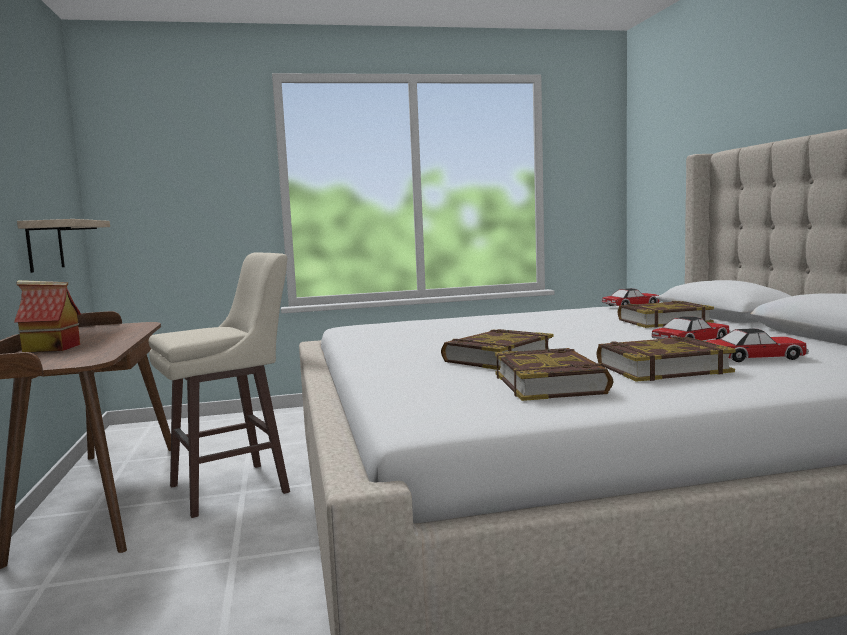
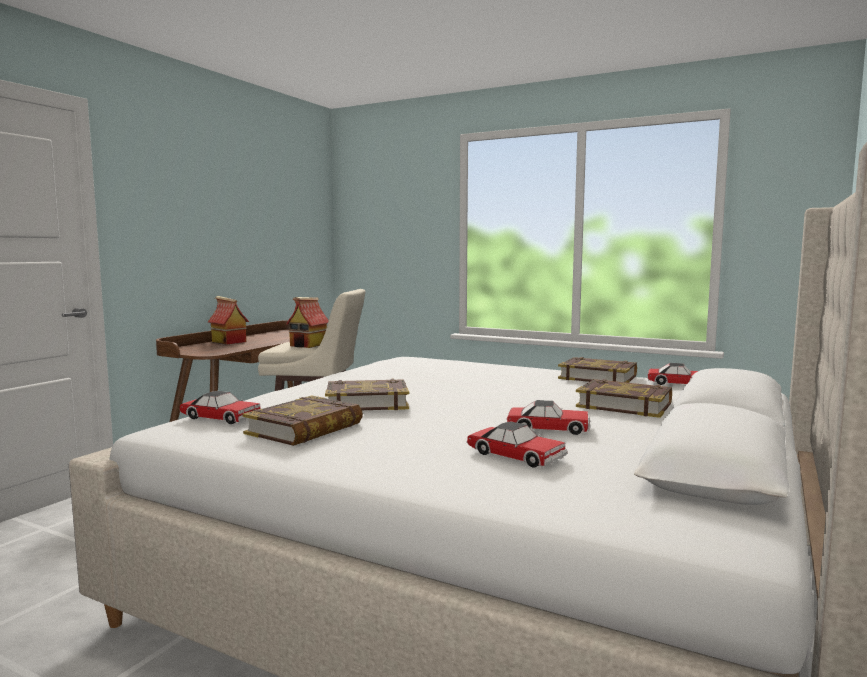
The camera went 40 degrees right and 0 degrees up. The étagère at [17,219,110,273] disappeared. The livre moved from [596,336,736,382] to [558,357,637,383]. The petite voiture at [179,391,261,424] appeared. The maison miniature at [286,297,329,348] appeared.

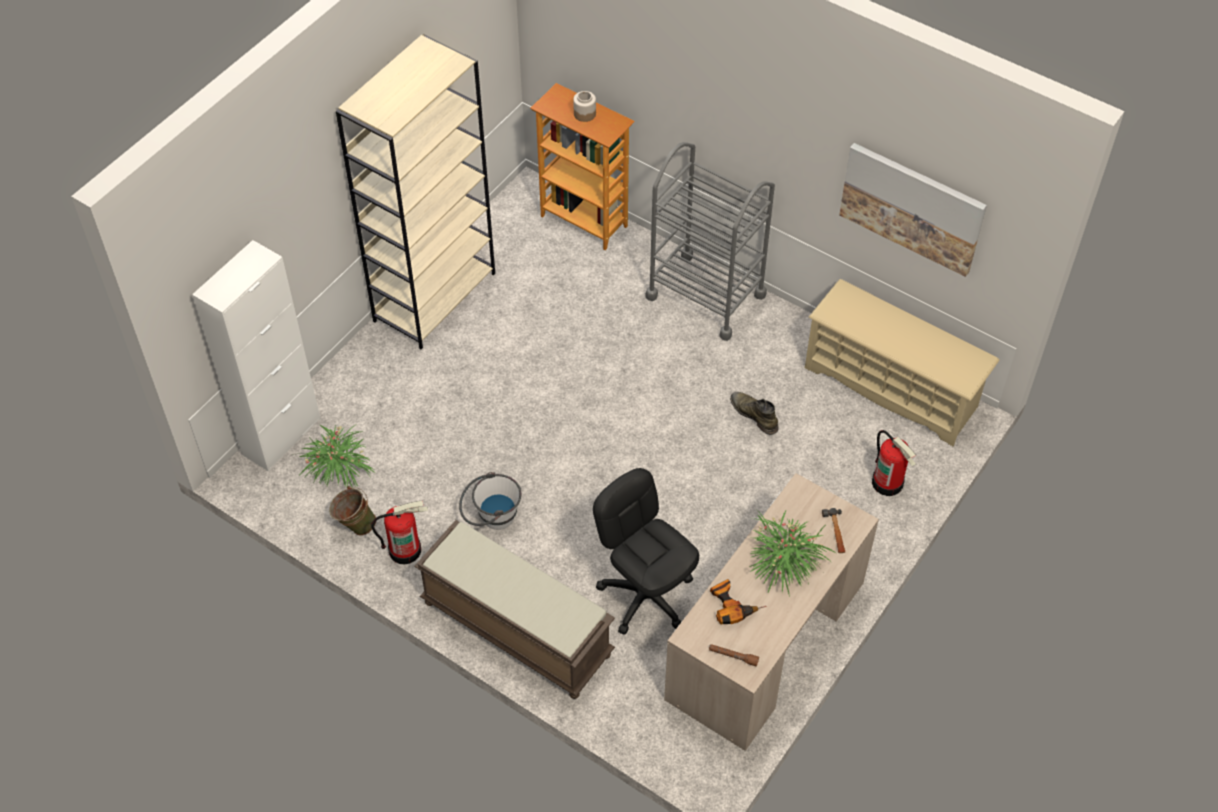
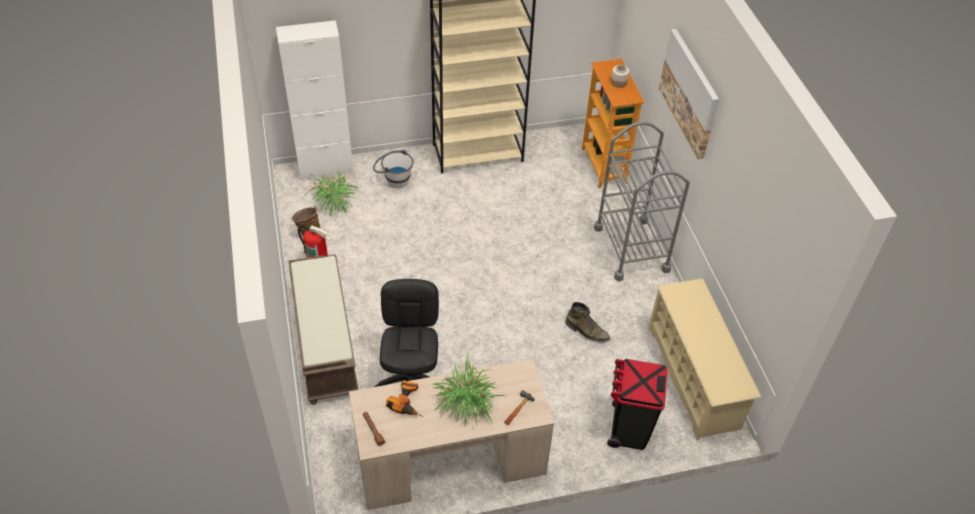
The camera went 40 degrees right and 5 degrees down. The seau/blanc moved from [459,472,521,530] to [373,149,413,188]. The botte/vert at [730,392,779,435] turned 120 degrees clockwise. The tableau moved from [839,143,987,277] to [659,29,719,159]. The extincteur at [872,430,916,496] was replaced by the poubelle/noir at [607,359,668,450].

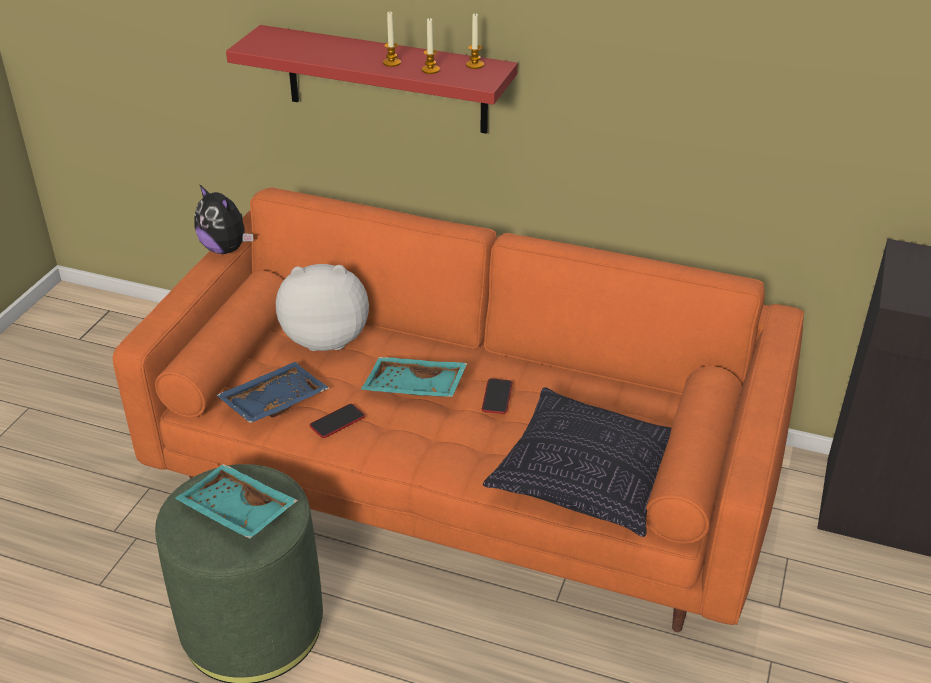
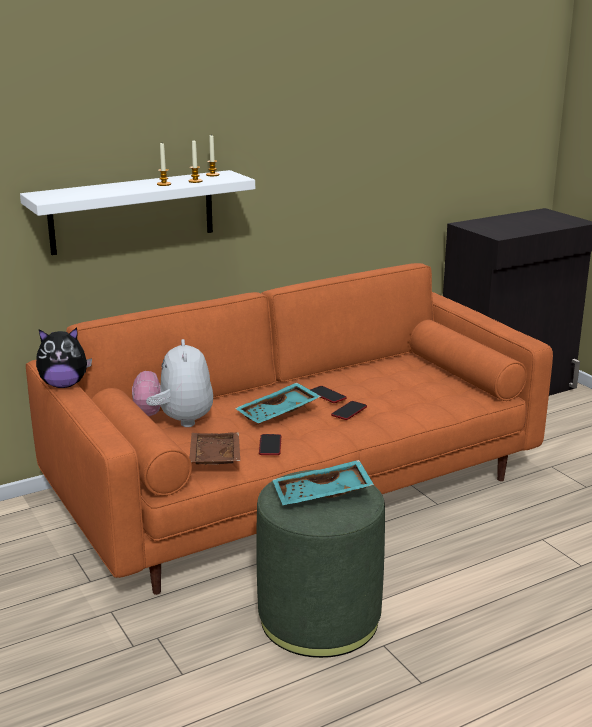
The camera went 50 degrees left and 15 degrees down. The plateau/bleu at [216,362,329,423] became the plateau/marron at [190,433,240,465]. The étagère/rouge at [226,25,518,134] became the étagère/blanc at [20,170,255,255]. The peluche at [276,264,369,351] turned 45 degrees counterclockwise. The coussin at [483,387,671,537] disappeared. The téléphone at [331,401,367,420] appeared.

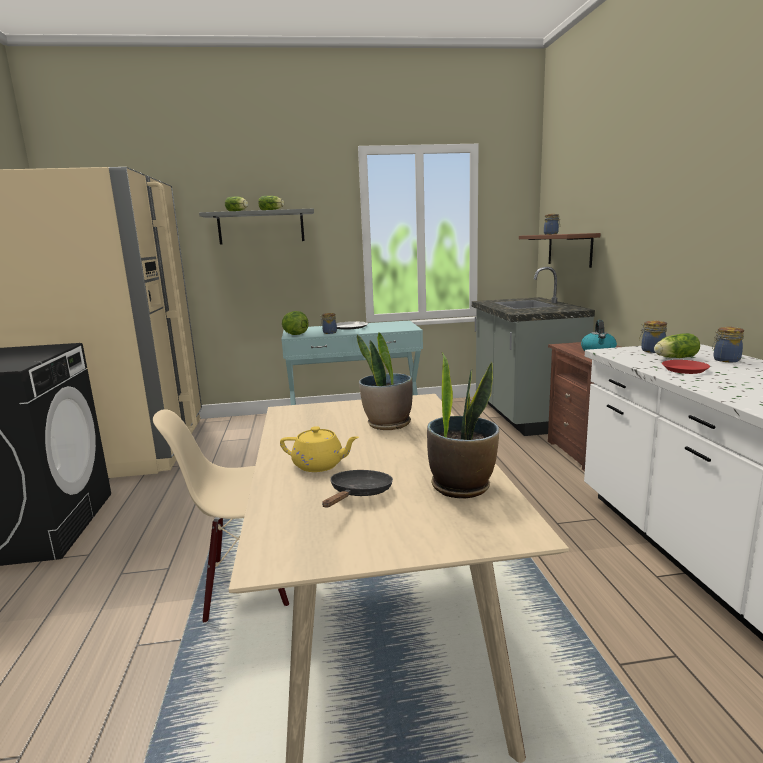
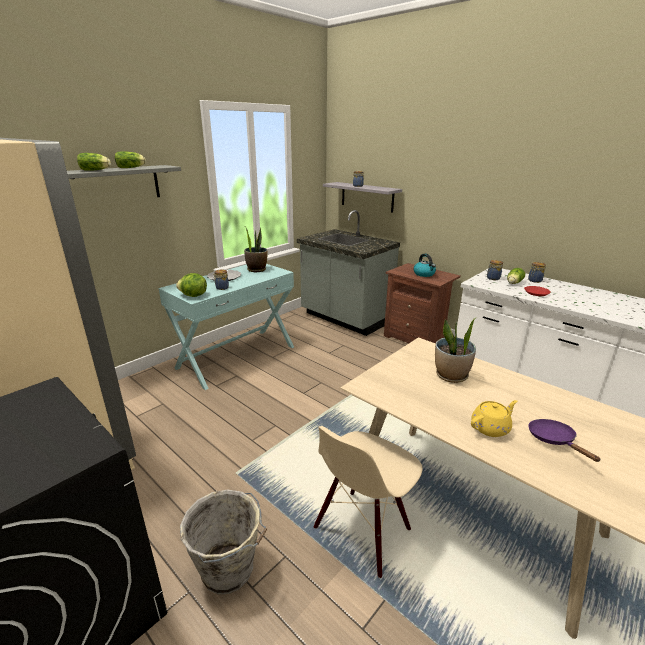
The camera went 40 degrees left and 10 degrees up. The poêle/noir at [322,470,393,508] became the poêle/violet at [528,419,601,462]. The plante en pot moved from [427,353,500,498] to [244,227,268,272]. The étagère/marron at [519,233,601,268] became the étagère/gris at [323,182,402,213]. The seau/gris at [180,489,267,594] appeared.

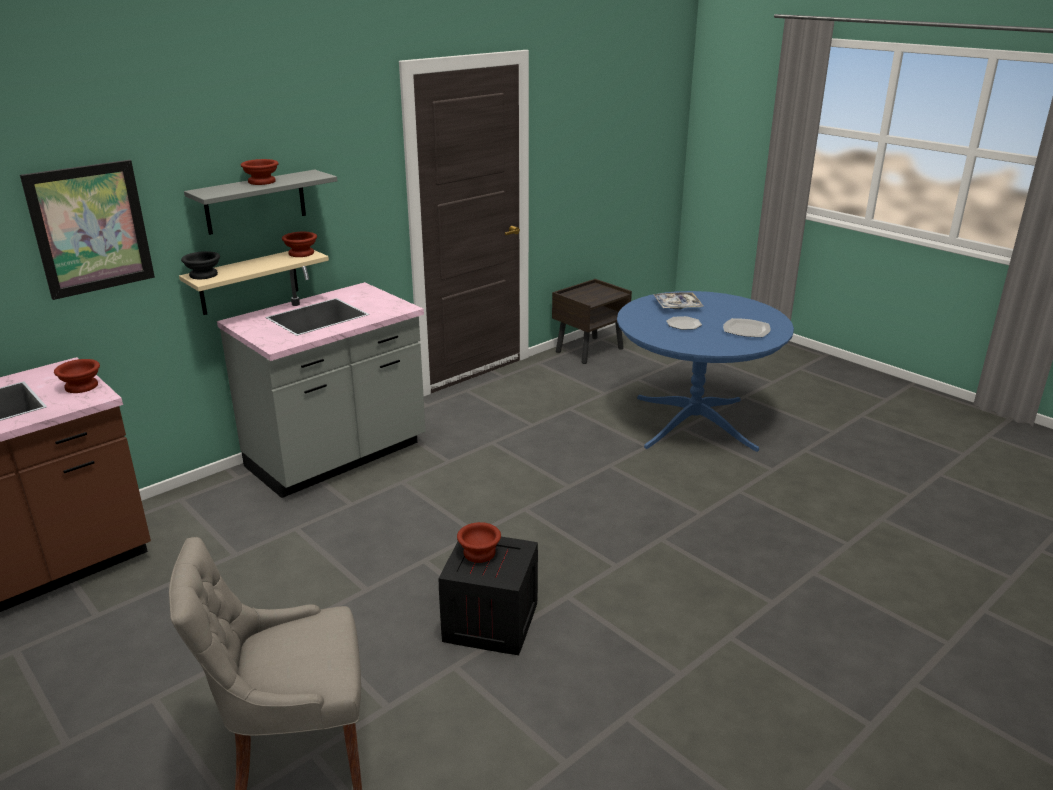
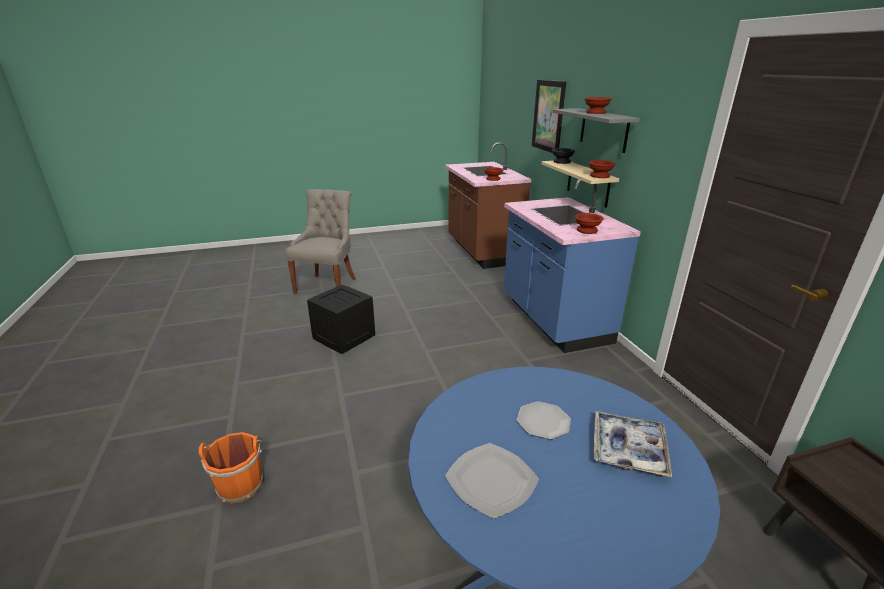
The camera went 115 degrees right and 0 degrees up. The comptoir de cuisine/gris at [217,266,426,498] became the comptoir de cuisine/bleu at [504,179,641,353]. The bol/marron moved from [457,522,501,563] to [575,213,604,234]. The seau/orange at [199,432,263,504] appeared.

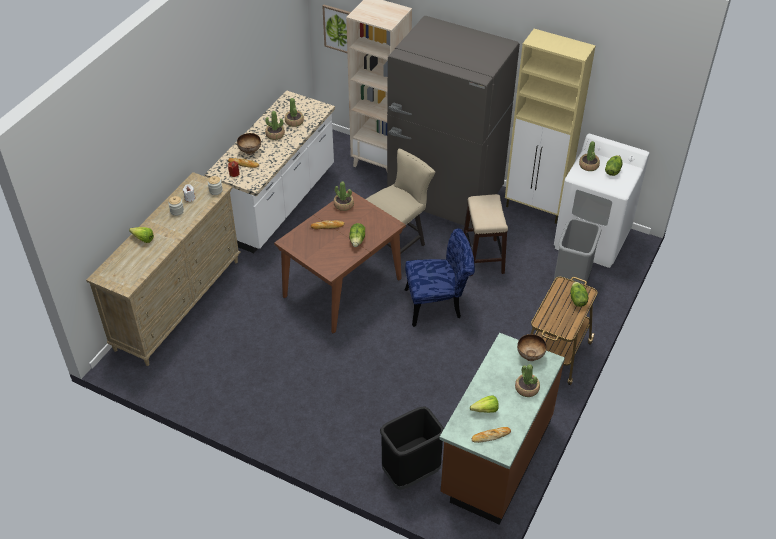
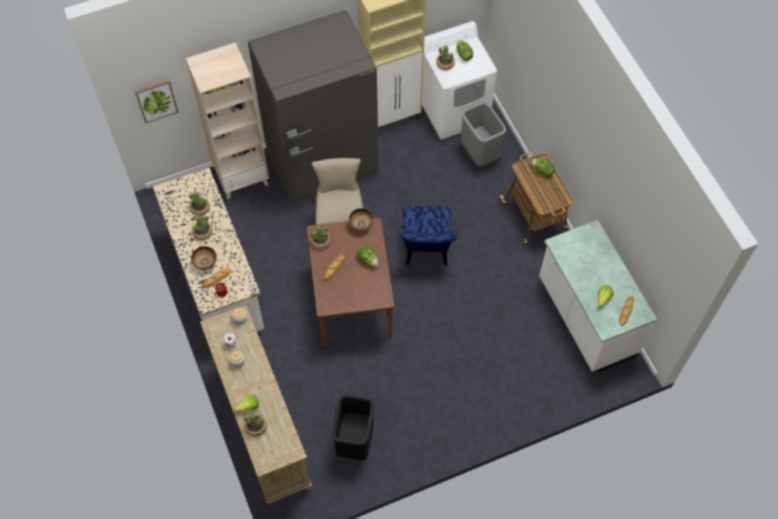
The camera went 50 degrees left and 15 degrees up. The poubelle/noir moved from [380,406,444,490] to [332,395,374,462]. The chaise/bleu at [404,228,475,327] turned 150 degrees clockwise. The comptoir de cuisine/marron at [439,333,565,525] became the comptoir de cuisine/blanc at [539,220,657,372]. The tabouret at [464,194,508,276] disappeared. The plante en pot moved from [515,365,540,397] to [243,414,267,437]. The bol moved from [517,334,547,361] to [349,208,373,231].

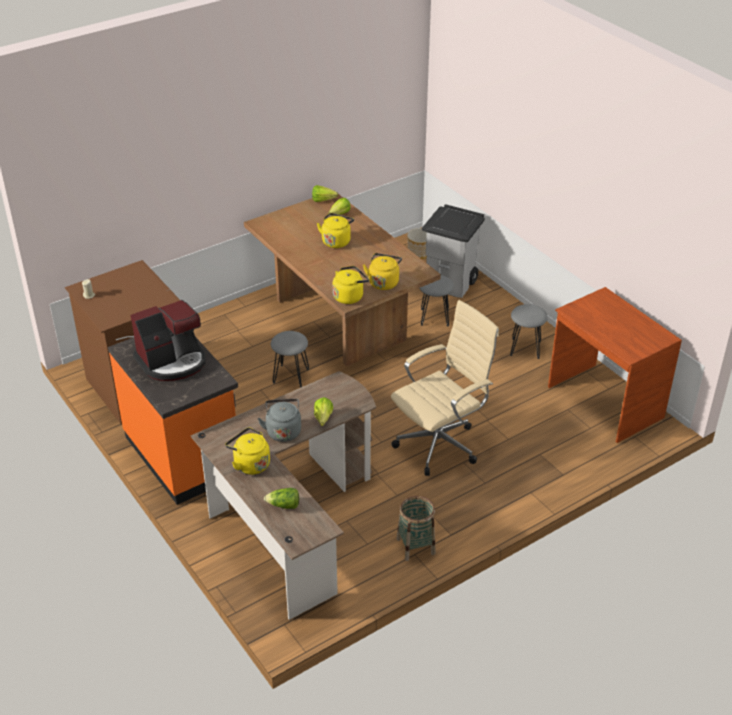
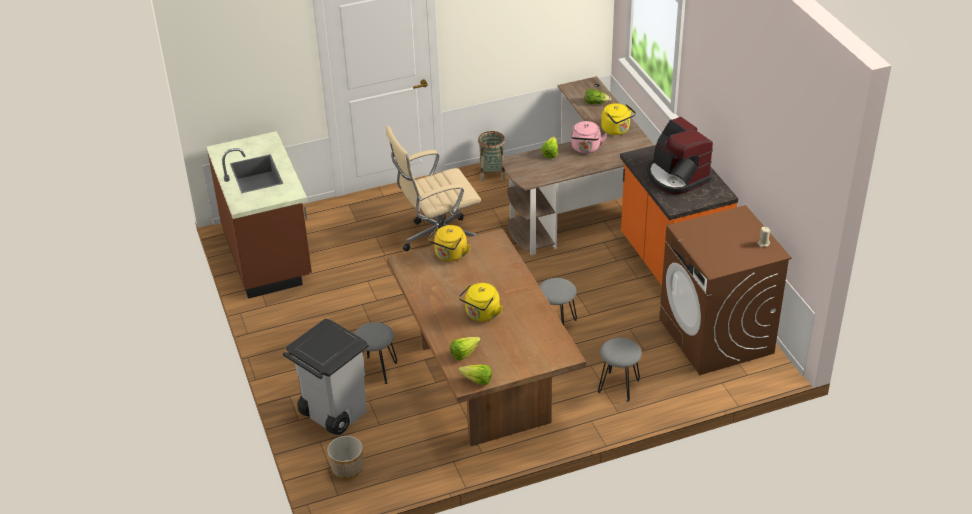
The camera went 165 degrees left and 0 degrees up. The machine à café at [130,300,206,381] turned 105 degrees counterclockwise. The bouilloire/gris at [258,399,301,442] became the bouilloire/rose at [571,121,607,154]. The bouilloire/jaune at [333,266,369,304] disappeared. The tabouret/gris moved from [510,304,548,359] to [598,338,642,402]. The bureau/marron at [548,287,682,443] was replaced by the comptoir de cuisine/marron at [207,131,312,299].

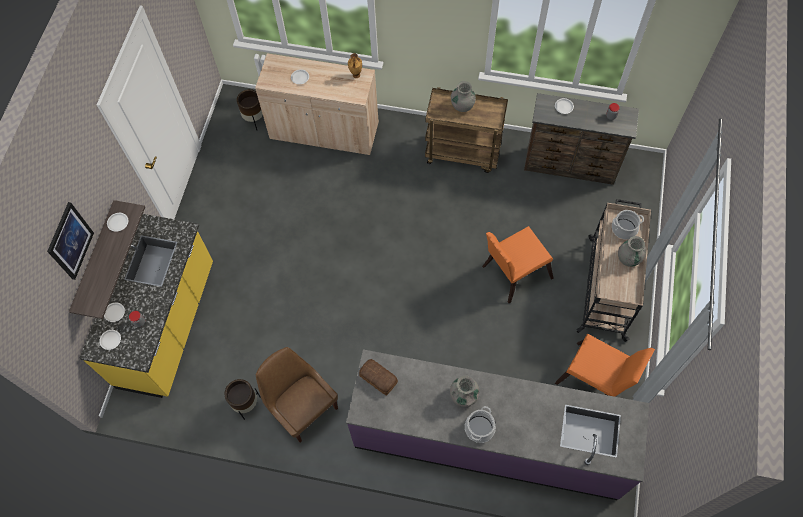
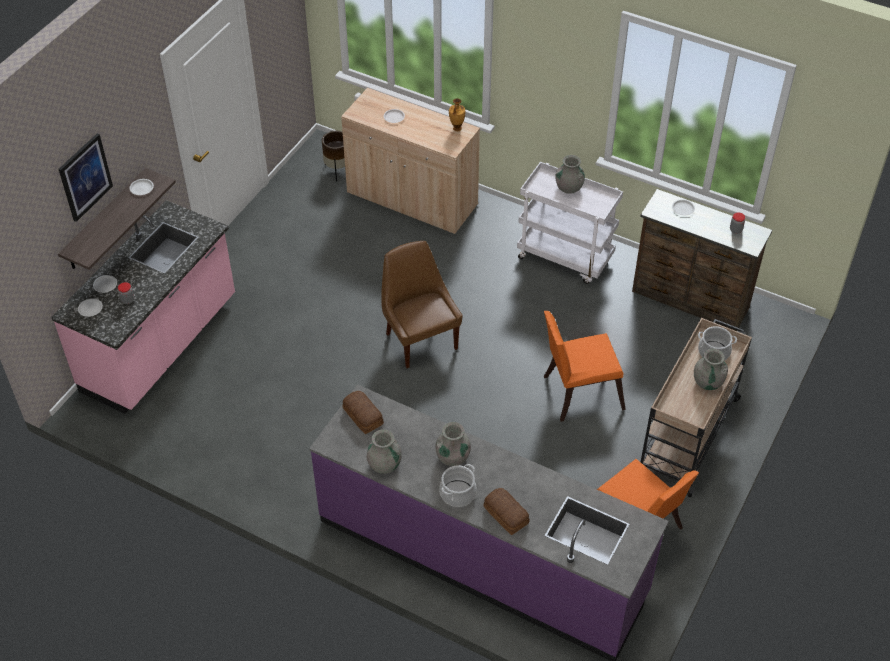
The camera went 15 degrees right and 15 degrees down. The comptoir de cuisine/jaune at [80,214,213,398] became the comptoir de cuisine/rose at [51,200,235,414]. The cache-pot/marron at [225,379,261,420] disappeared. The chaise/marron moved from [256,347,338,443] to [381,241,462,368]. The chariot/marron at [425,87,508,173] became the chariot/blanc at [517,162,623,284]. The vase/gris at [367,429,402,474] appeared. The pain at [484,488,530,535] appeared.

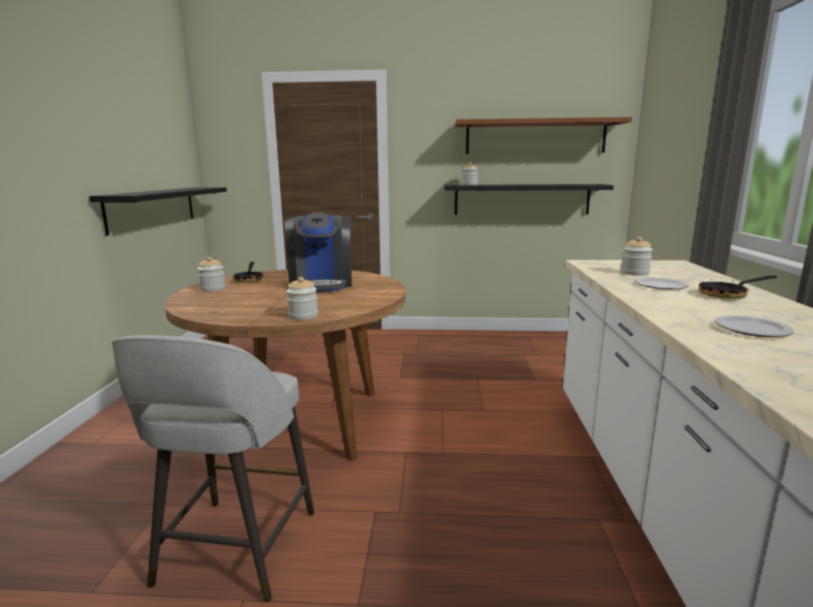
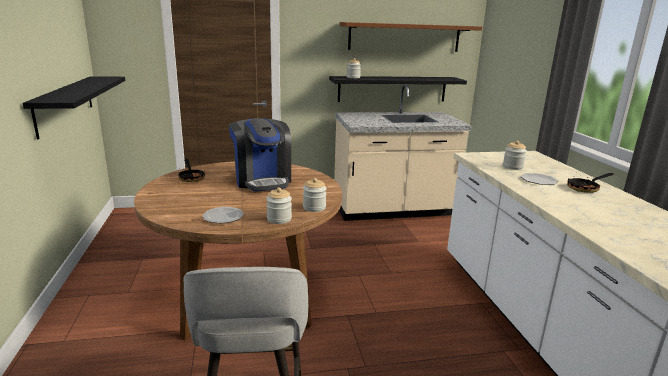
The camera went 15 degrees left and 5 degrees up. The bocal moved from [198,257,226,292] to [303,178,327,212]. The assiette moved from [714,315,795,337] to [203,207,244,223]. The comptoir de cuisine/beige at [334,85,472,221] appeared.

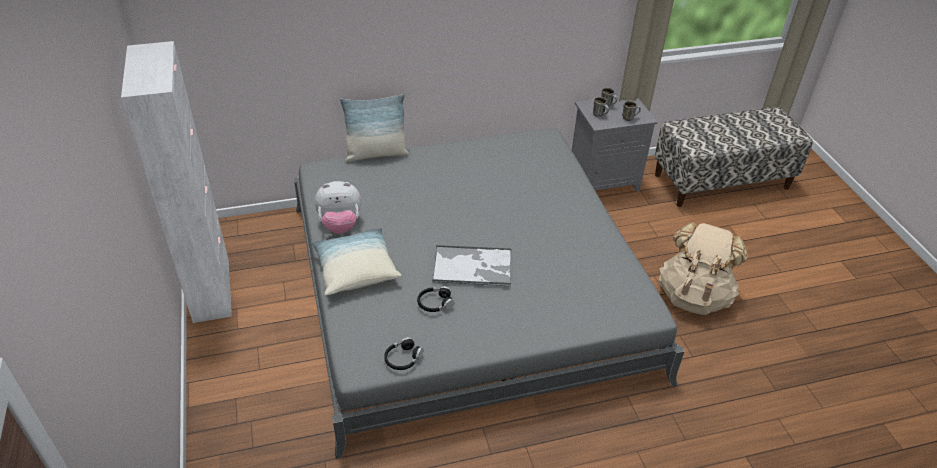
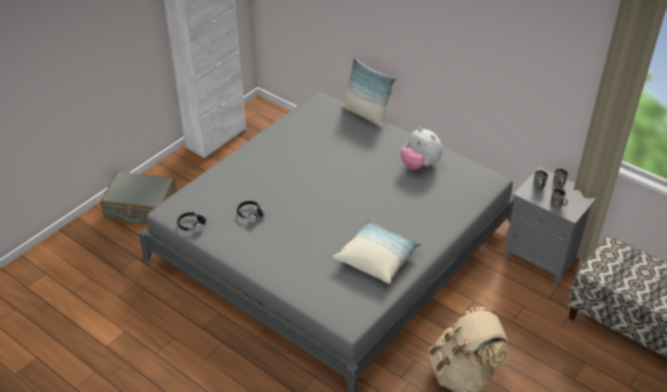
The camera went 55 degrees right and 0 degrees up. The coussin moved from [311,228,402,295] to [333,219,422,284]. The peluche moved from [315,181,361,234] to [400,128,442,170]. The plateau at [432,245,512,286] disappeared. The valise/gris at [101,171,177,224] appeared.

